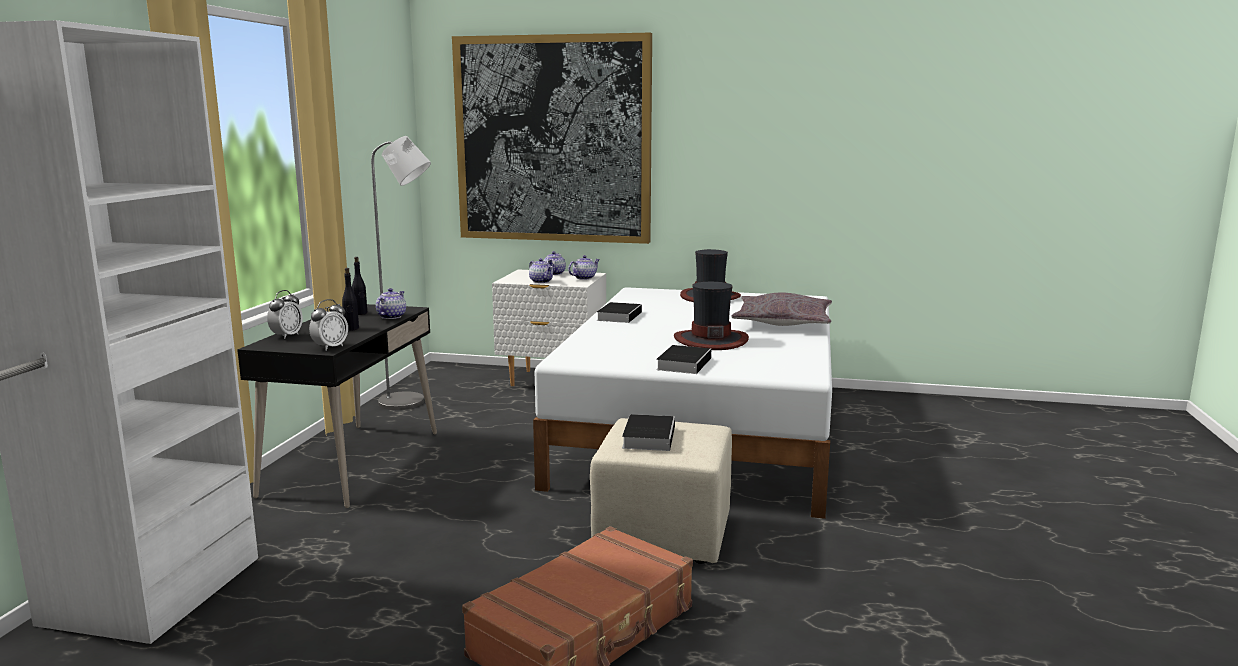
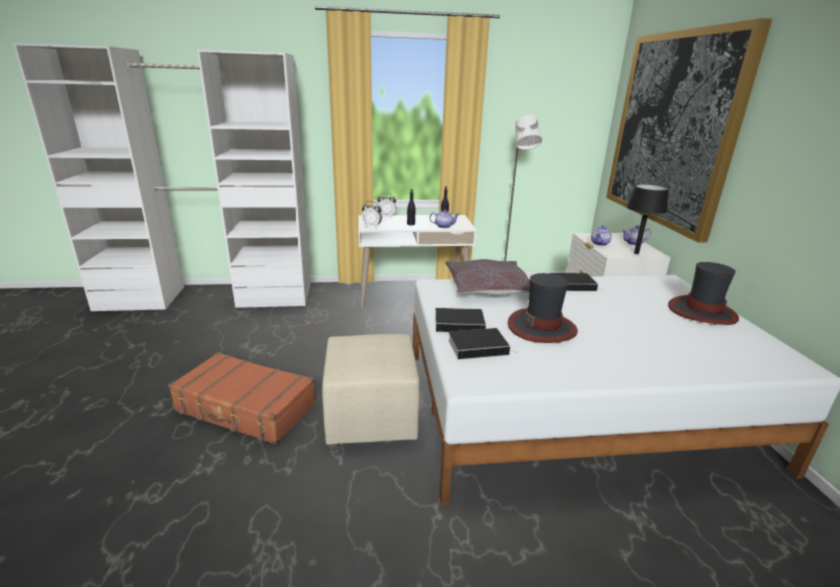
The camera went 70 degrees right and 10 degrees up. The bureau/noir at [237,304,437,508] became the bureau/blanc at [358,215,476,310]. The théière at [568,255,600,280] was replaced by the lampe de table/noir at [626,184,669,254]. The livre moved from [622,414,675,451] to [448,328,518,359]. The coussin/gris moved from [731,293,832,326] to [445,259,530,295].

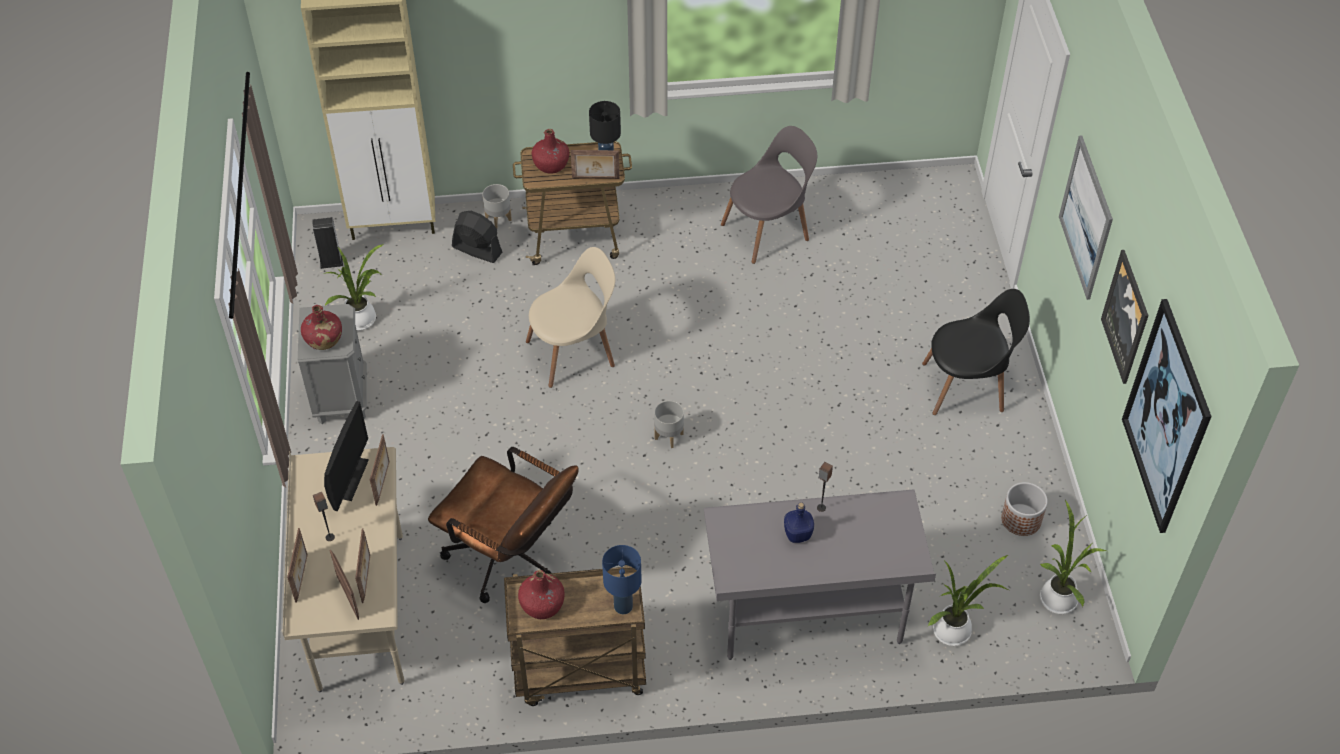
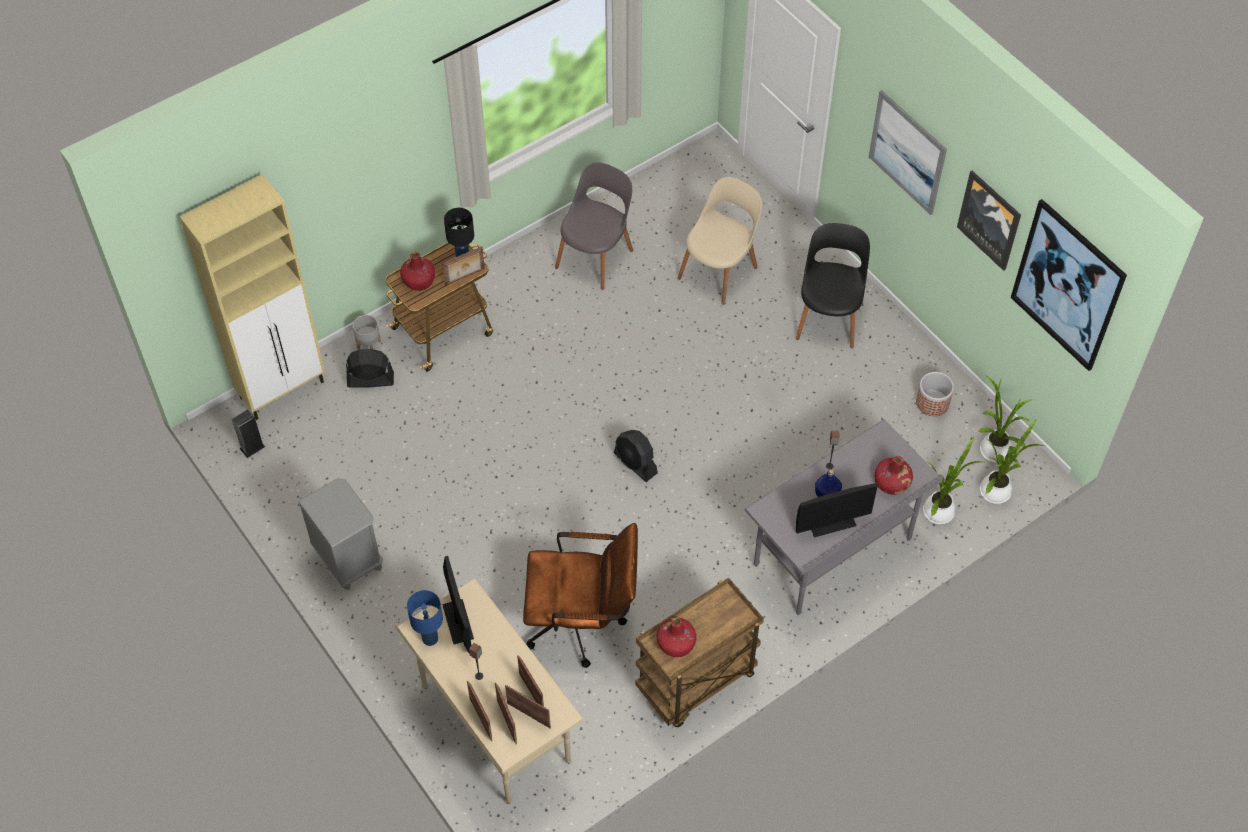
The camera went 30 degrees left and 5 degrees up. The bouteille/rouge moved from [301,305,342,350] to [874,456,913,495]. The plante en pot moved from [323,244,384,330] to [980,419,1045,504]. The cadre photo moved from [370,434,390,506] to [495,682,517,744]. The chaise/beige moved from [526,247,615,388] to [677,177,762,305]. The lampe de table/bleu moved from [602,545,642,614] to [407,590,443,646]. The cache-pot/gris at [654,401,684,448] was replaced by the ventilateur/noir at [614,430,658,482]. The chaise/noir at [922,289,1030,415] turned 45 degrees counterclockwise. The écran d'ordinateur at [796,483,878,537] appeared.

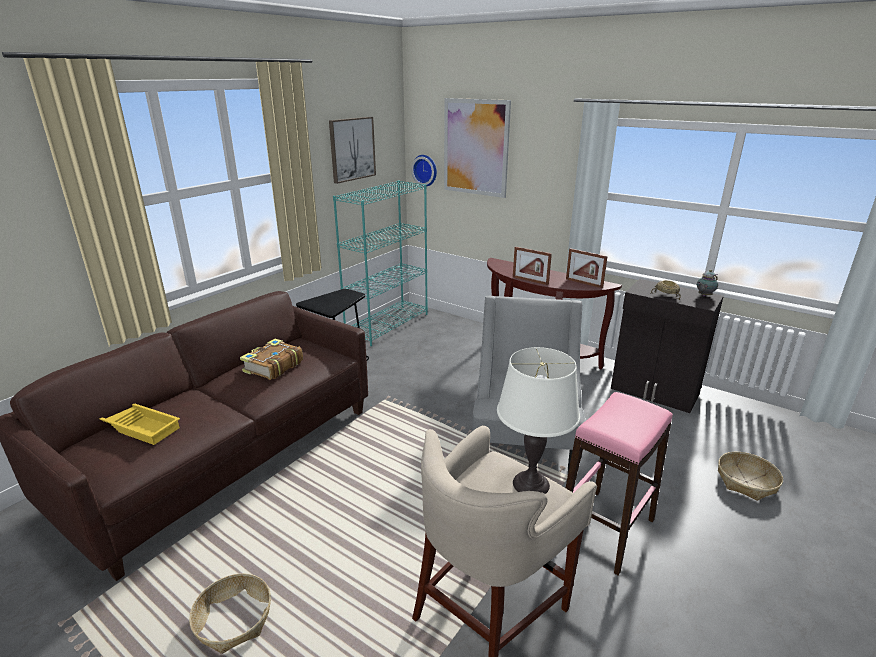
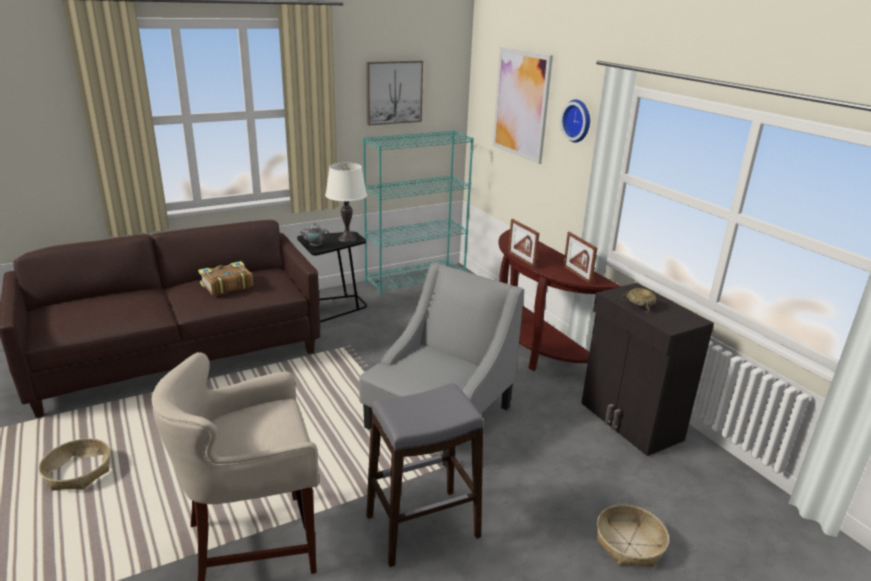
The camera went 25 degrees right and 0 degrees up. The plateau/jaune at [100,403,180,445] disappeared. The horloge murale moved from [411,155,437,186] to [560,99,590,142]. The lampe de table/blanc moved from [497,347,580,494] to [325,163,367,242]. The tabouret/rose at [566,392,673,575] became the tabouret/gris at [366,383,484,567]. The théière moved from [697,270,718,296] to [300,223,330,246].

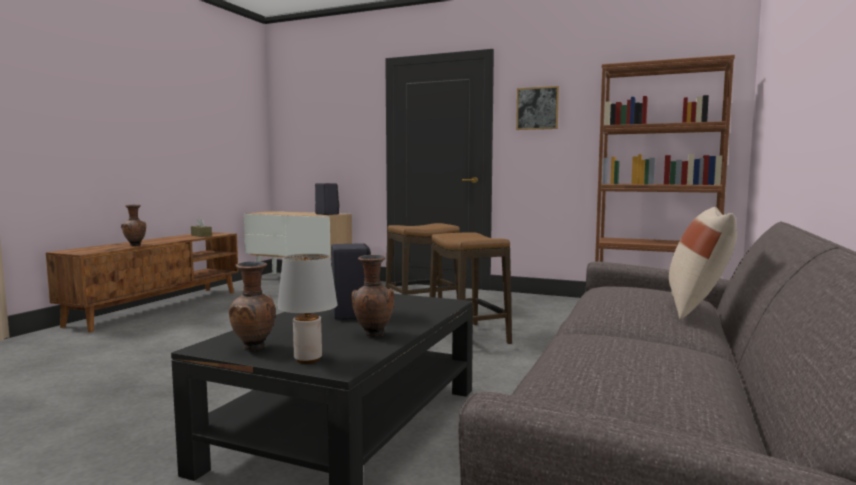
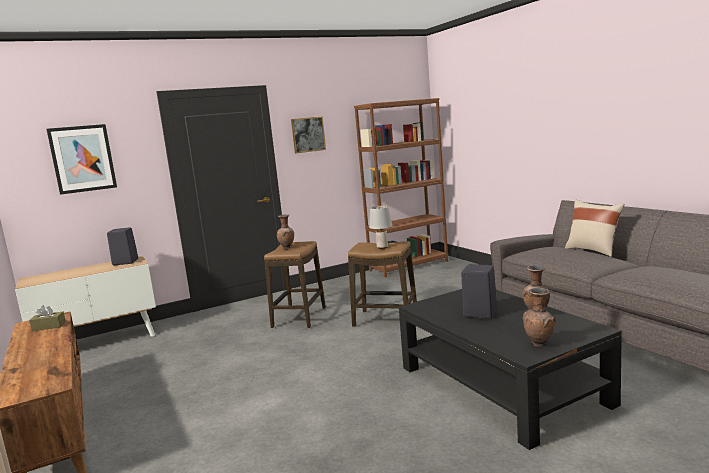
The camera went 50 degrees left and 5 degrees up. The vase/marron moved from [121,205,146,246] to [277,214,294,249]. The lampe de table/gris moved from [277,254,337,364] to [369,206,392,249]. The tableau at [46,124,117,195] appeared.

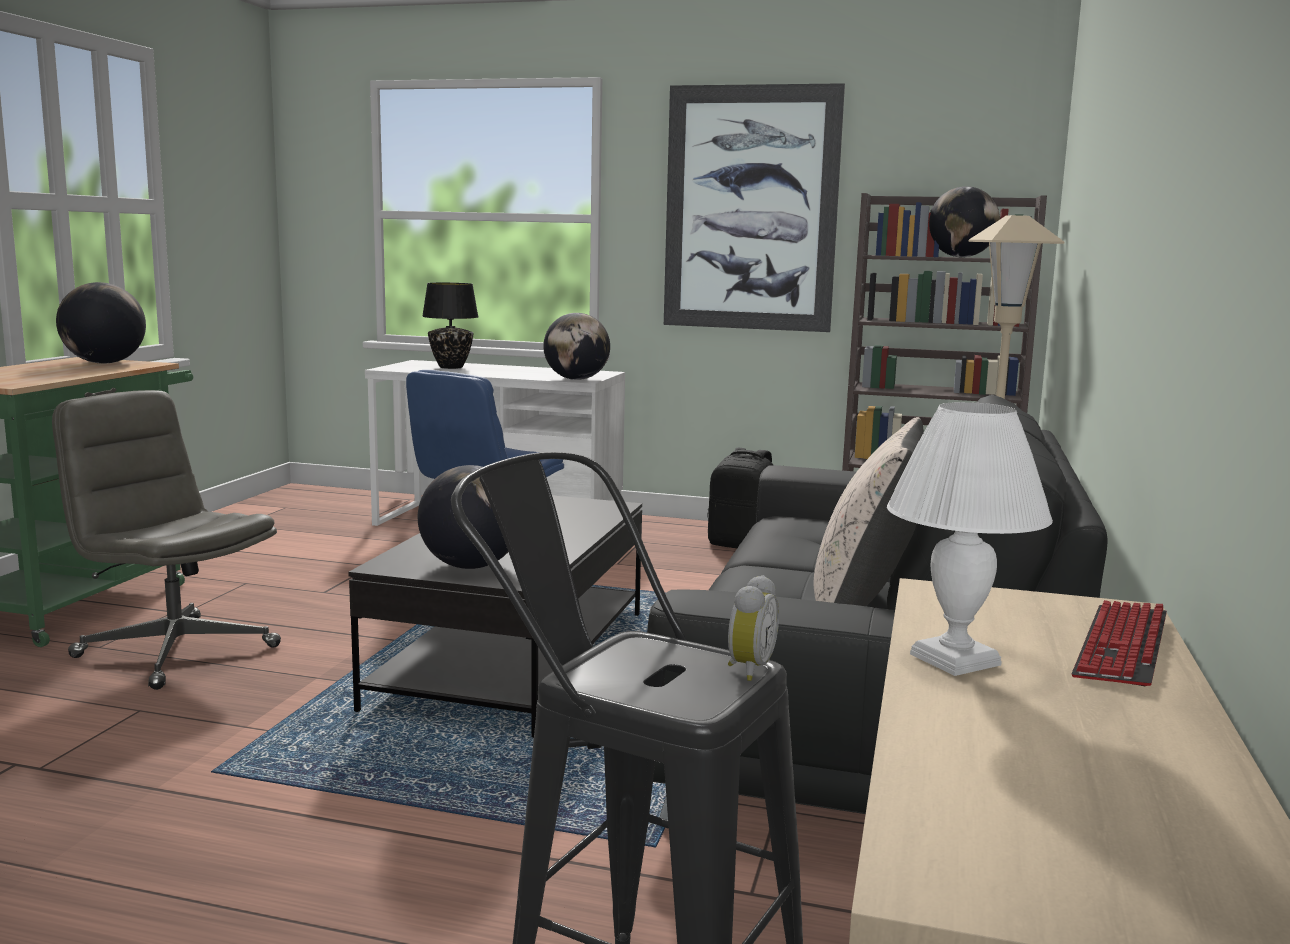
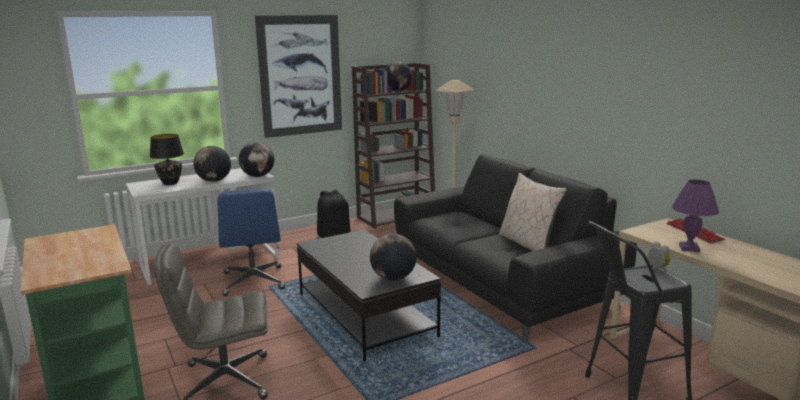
The camera went 45 degrees left and 5 degrees up. The globe moved from [56,282,146,364] to [193,146,231,182]. The lampe de table/blanc at [887,402,1053,676] became the lampe de table/violet at [672,180,719,252].

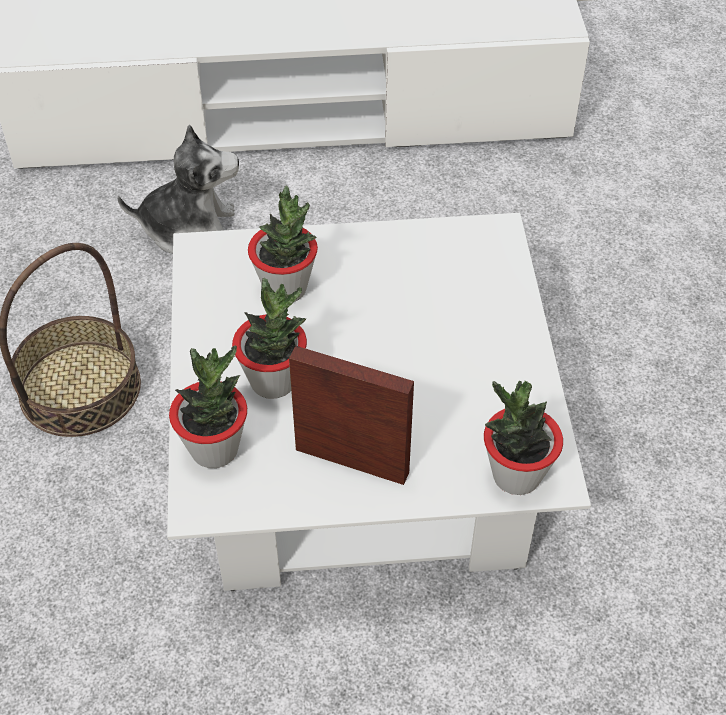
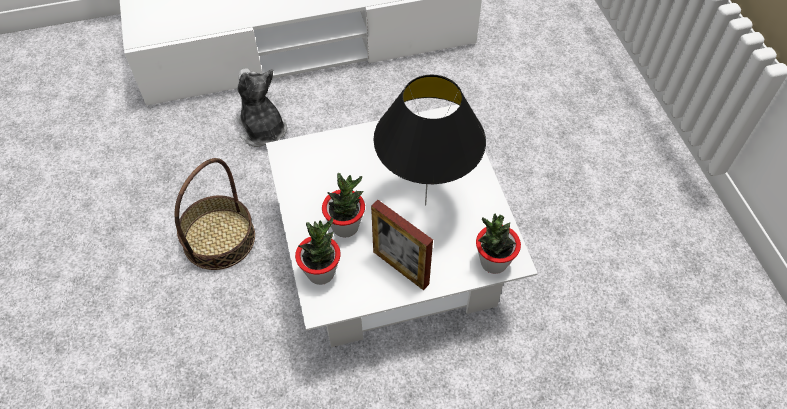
The camera went 10 degrees left and 5 degrees up. The peluche at [117,125,239,253] turned 105 degrees counterclockwise. The plante en pot at [248,185,318,302] disappeared. The cadre photo at [289,346,414,485] turned 150 degrees counterclockwise. The lampe de table/noir at [374,75,486,206] appeared.

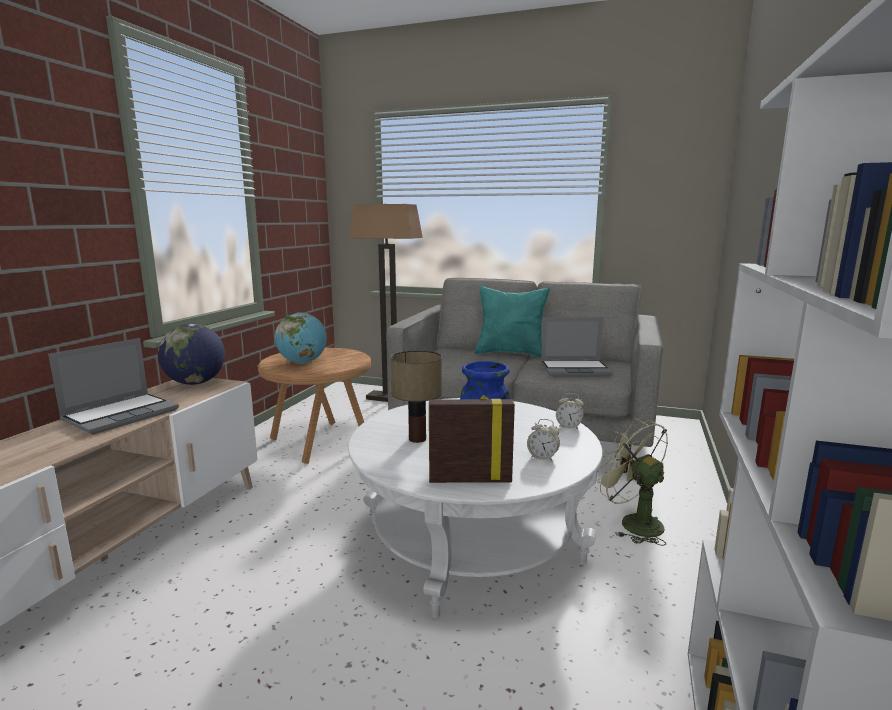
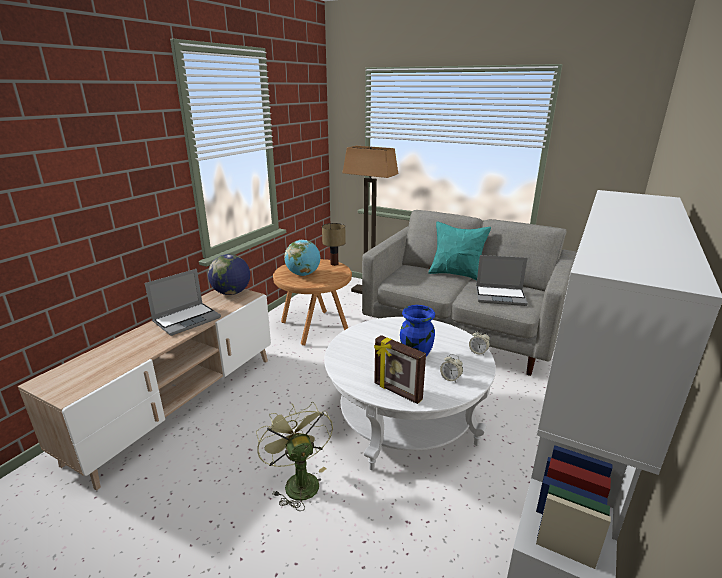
The camera went 10 degrees right and 10 degrees up. The lampe de table moved from [391,350,442,443] to [322,223,346,266]. The cadre photo at [429,395,515,483] turned 150 degrees counterclockwise. The ventilateur/vert moved from [596,418,668,546] to [256,402,333,511].

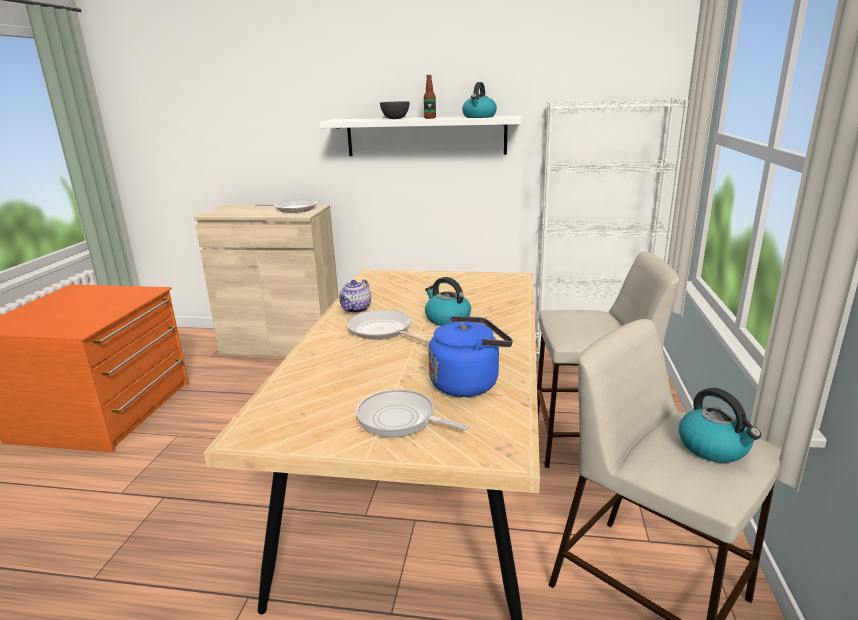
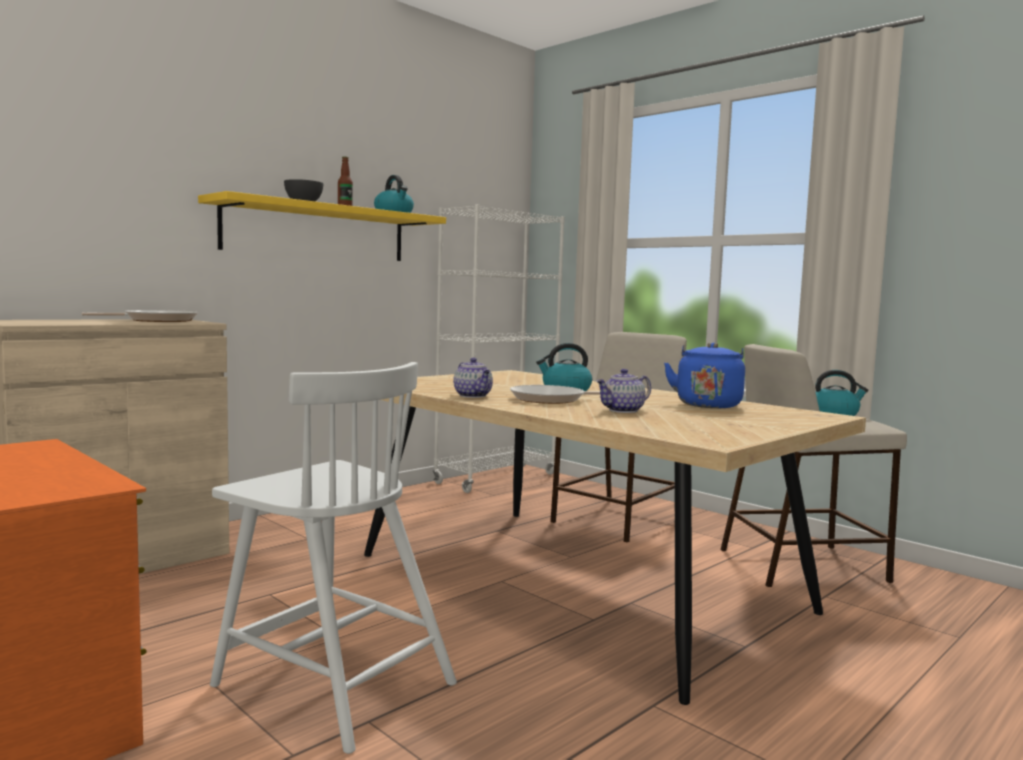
The camera went 55 degrees left and 15 degrees down. The étagère/blanc at [319,115,522,156] became the étagère/jaune at [198,191,446,261]. The poêle at [356,389,469,437] disappeared. The chaise/blanc at [210,362,457,754] appeared. The théière at [596,369,651,413] appeared.

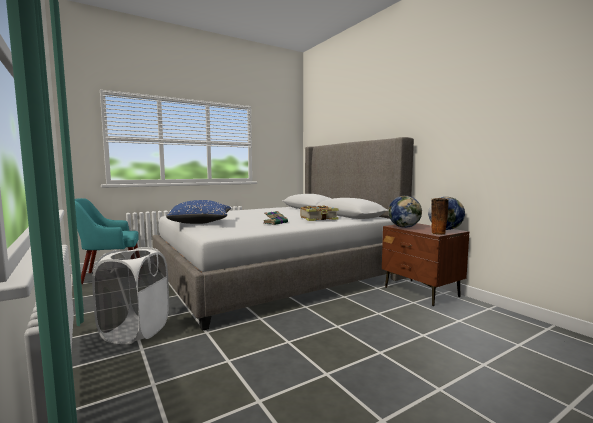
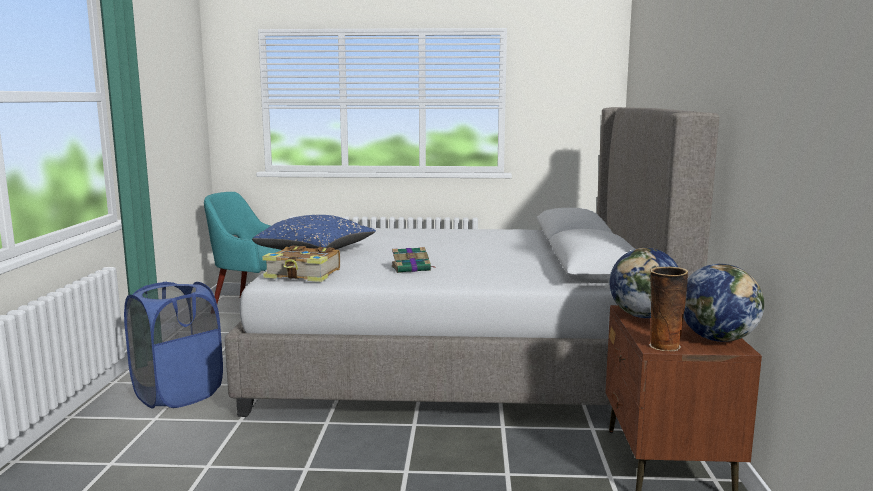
The camera went 35 degrees right and 5 degrees up. The panier à linge/blanc at [92,247,169,344] became the panier à linge/bleu at [124,282,223,409]. The livre moved from [300,206,339,221] to [262,245,340,282].

